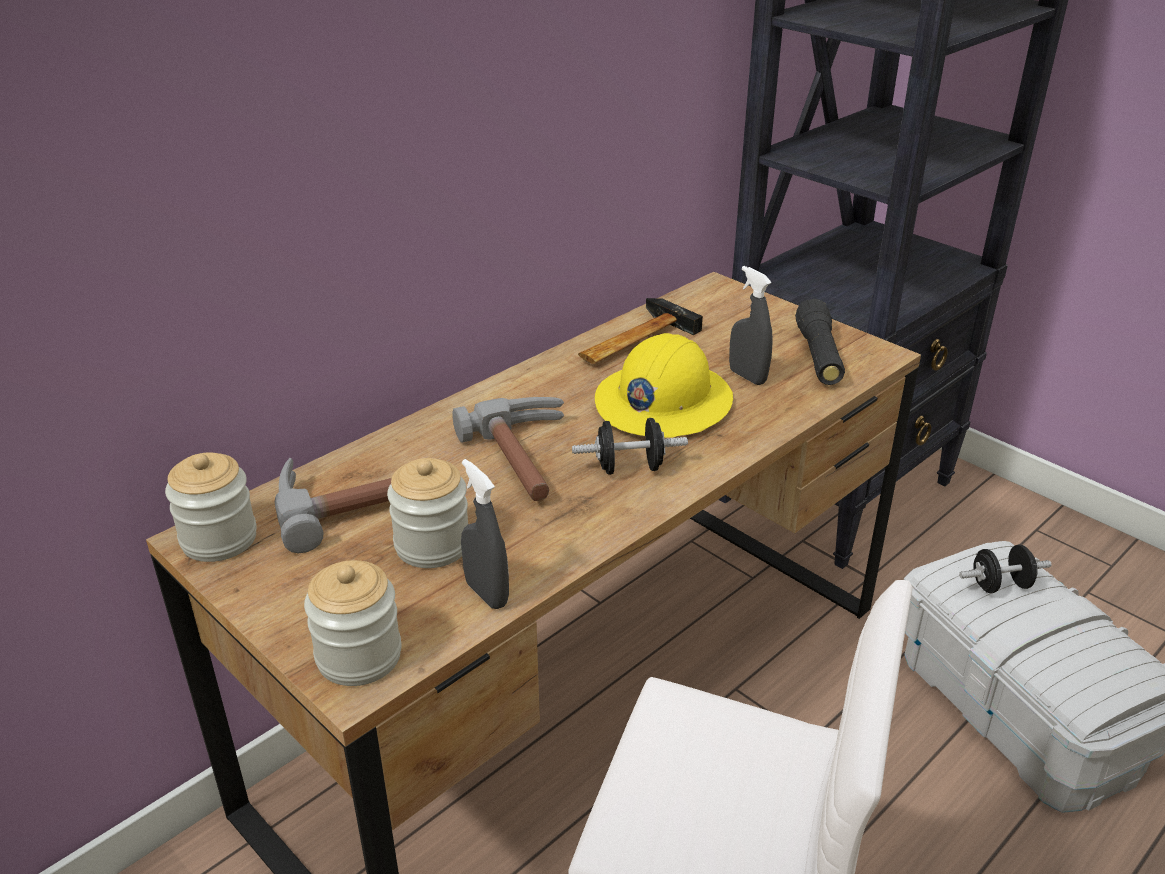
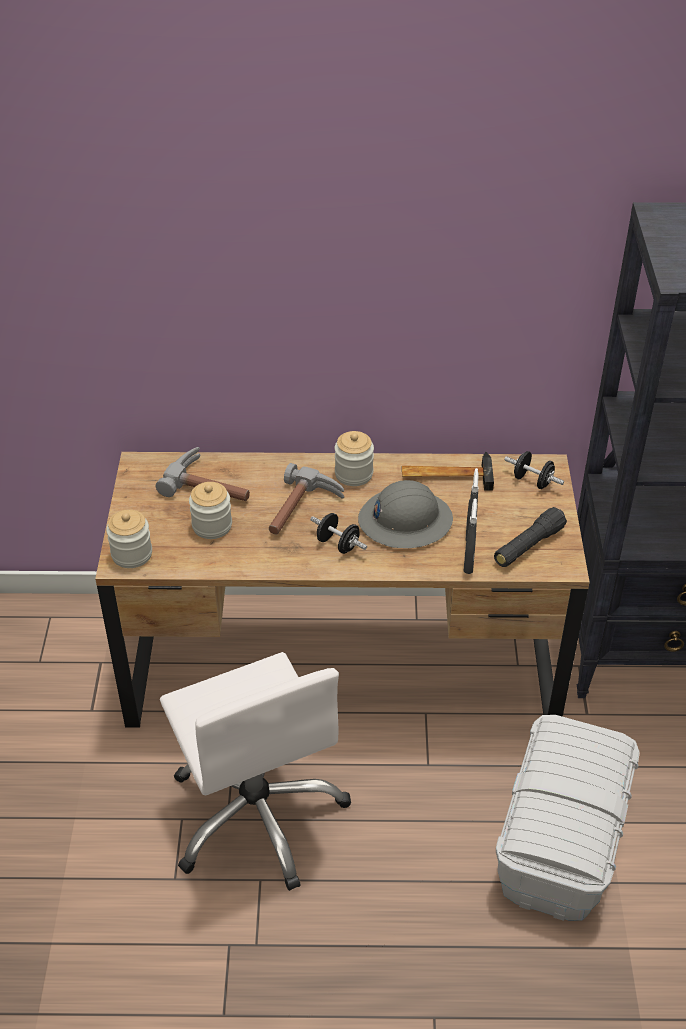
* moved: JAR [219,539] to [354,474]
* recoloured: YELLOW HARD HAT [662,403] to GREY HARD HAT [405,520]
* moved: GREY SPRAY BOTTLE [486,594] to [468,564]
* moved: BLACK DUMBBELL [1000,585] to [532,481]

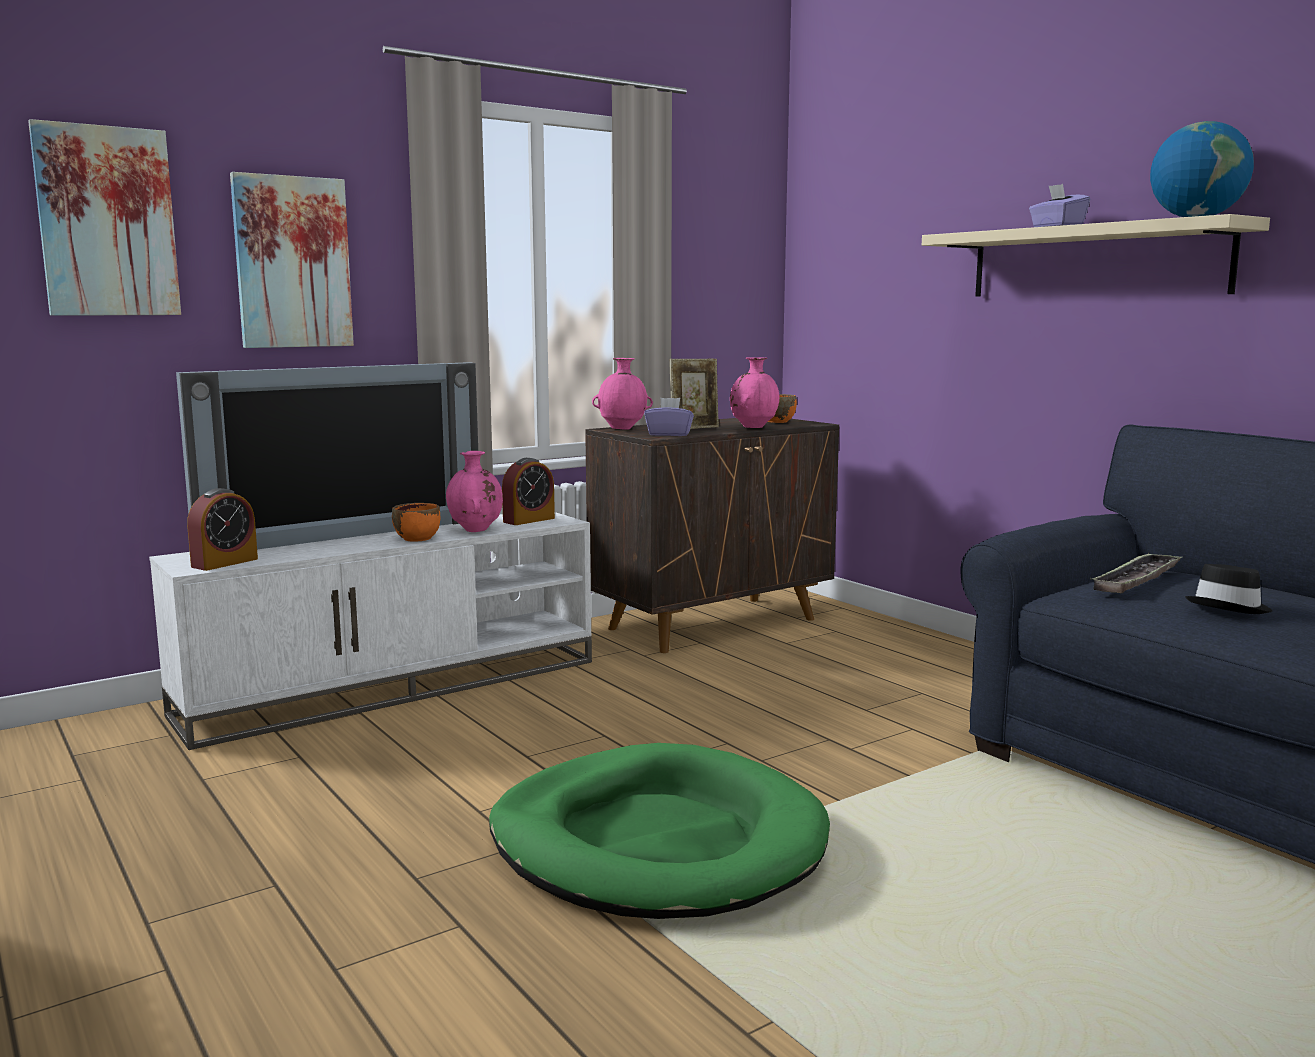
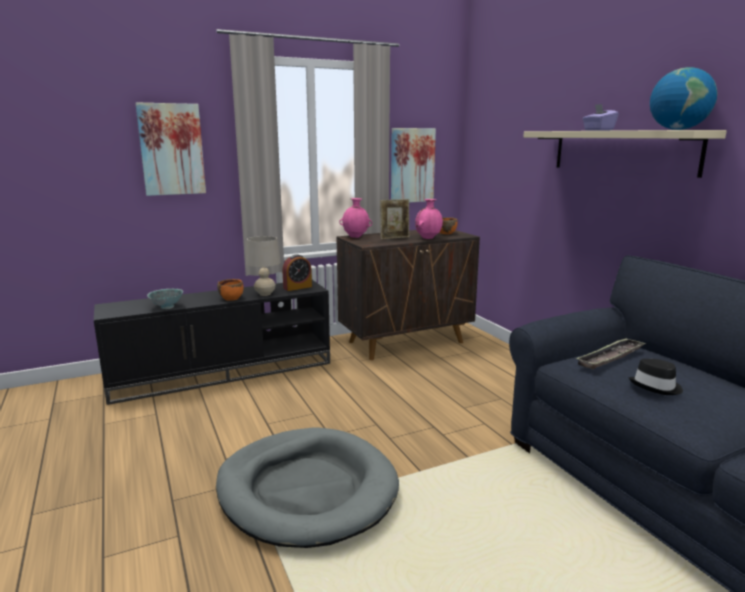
* recoloured: WHITE TV STAND [394,686] to BLACK TV STAND [223,372]
* added: BOWL [167,307]
* recoloured: GREEN DOG BED [657,842] to GREY DOG BED [306,490]
* replaced: PINK VASE [476,530] to BEIGE TABLE LAMP [265,294]
* moved: PICTURE [107,222] to [412,165]
* removed: TELEVISION [342,535]
* removed: ALARM CLOCK [225,563]
* removed: PURPLE TISSUE BOX [669,434]

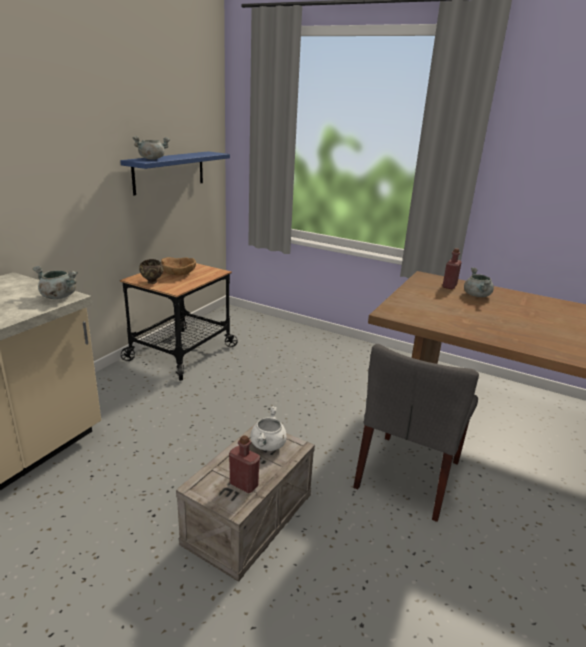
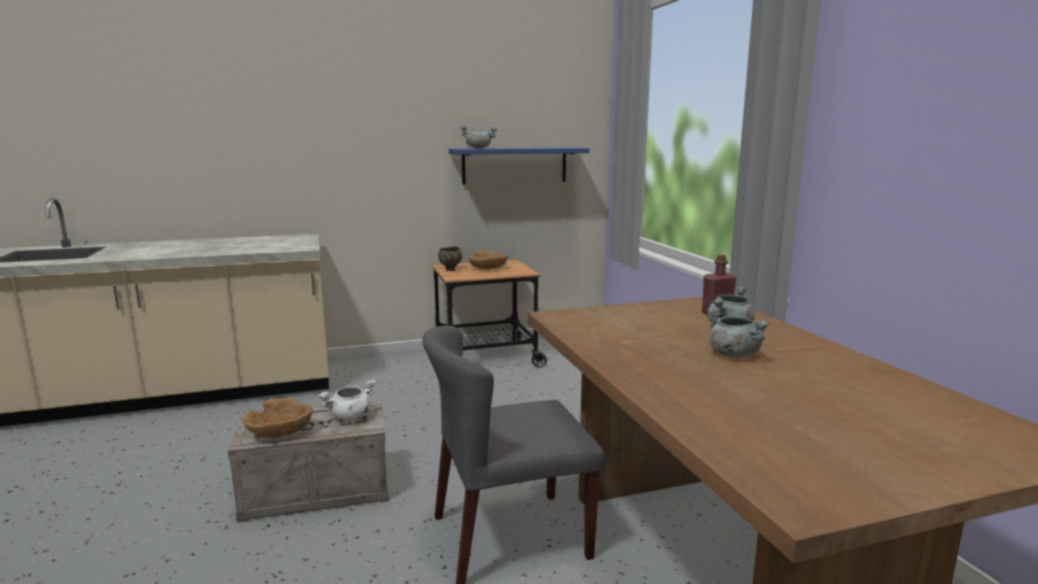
* replaced: RED BOTTLE [244,484] to BROWN BOWL [281,431]
* moved: GREY COOKING POT [57,296] to [732,354]

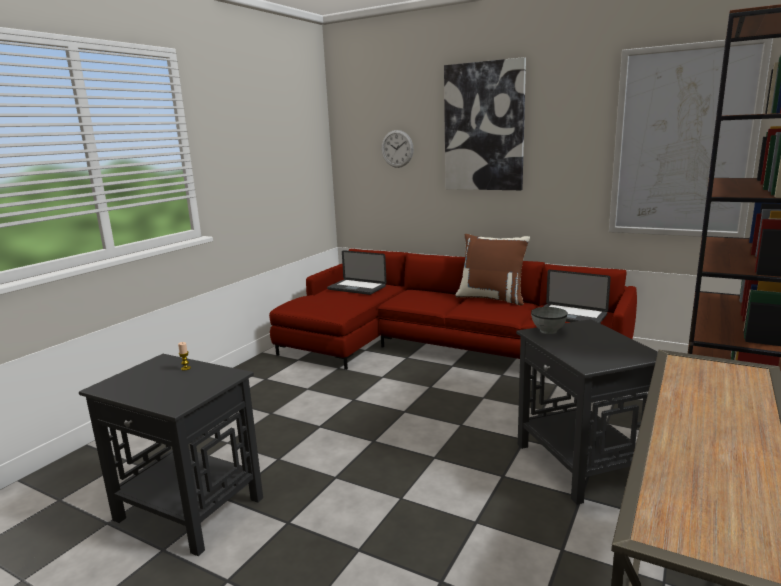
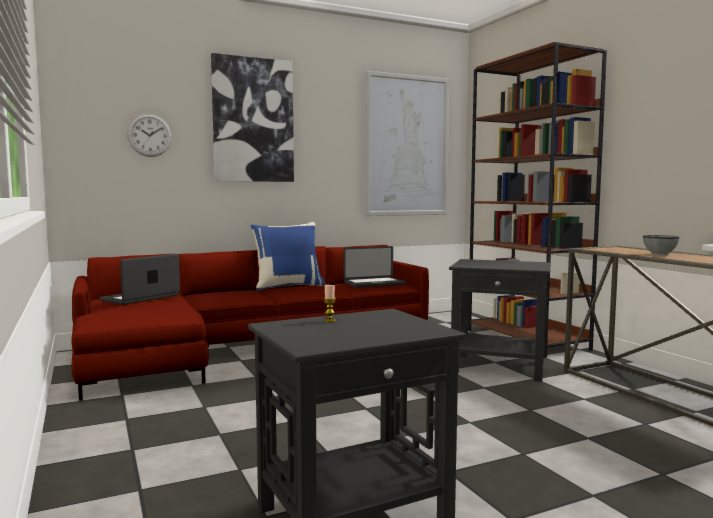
* turned: LAPTOP [356,288] = [140,298] 150 degrees clockwise
* recoloured: BROWN PILLOW [492,298] to BLUE PILLOW [288,286]
* moved: GREY BOWL [548,331] to [660,254]

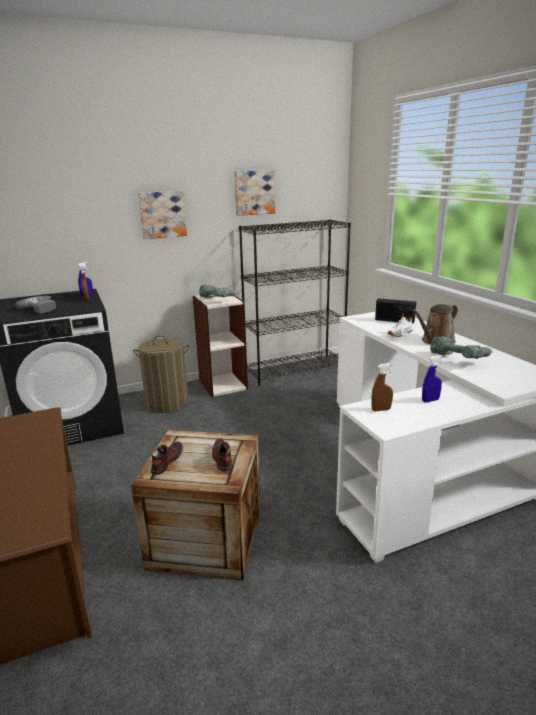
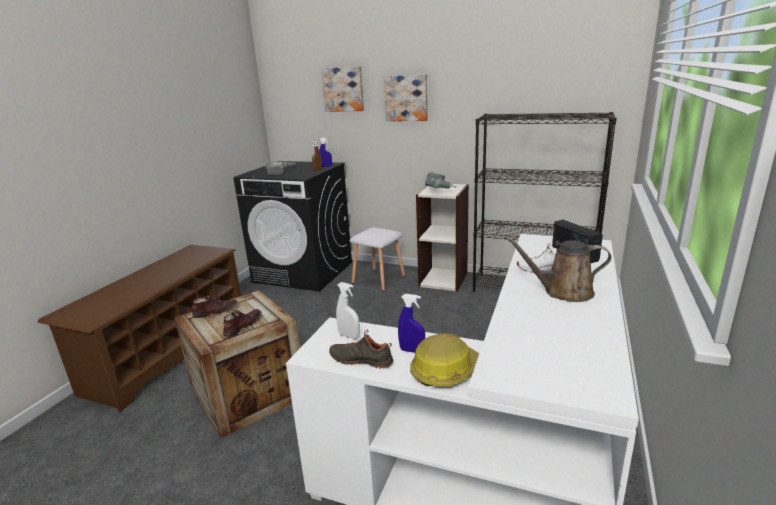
* moved: PICTURE [254,192] to [343,89]
* added: BLACK SHOE [362,360]
* recoloured: BROWN SPRAY BOTTLE [381,409] to WHITE SPRAY BOTTLE [349,336]
* replaced: LAUNDRY BASKET [167,403] to WHITE STOOL [379,279]
* added: HARD HAT [446,372]
* removed: POWER DRILL [460,359]

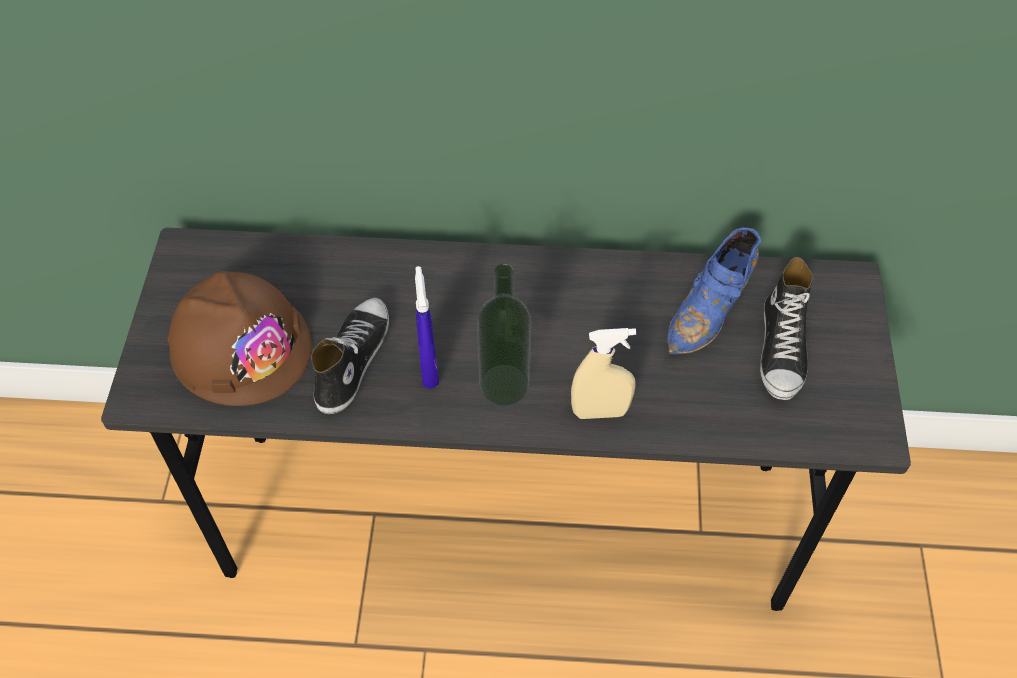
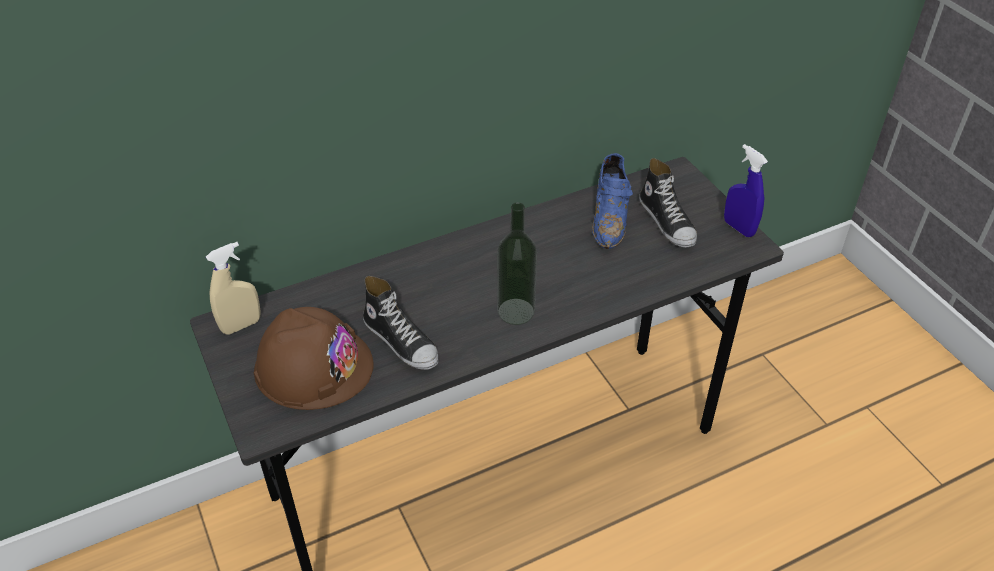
* moved: BEIGE SPRAY BOTTLE [600,412] to [241,325]
* turned: SHOE [352,360] = [401,341] 150 degrees clockwise
* moved: BLUE SPRAY BOTTLE [429,368] to [738,228]

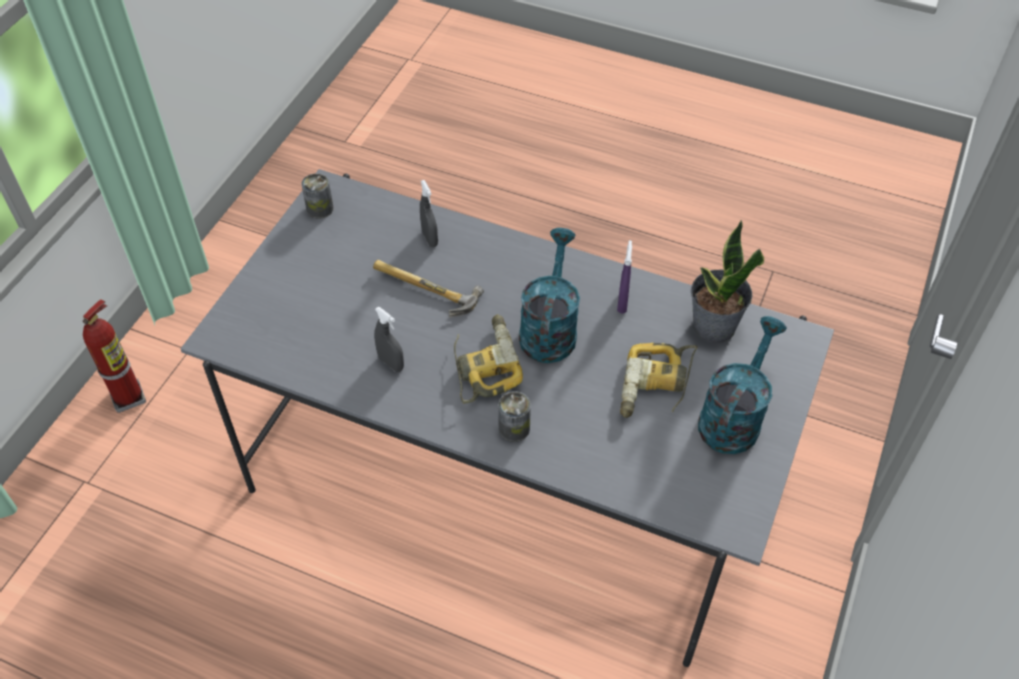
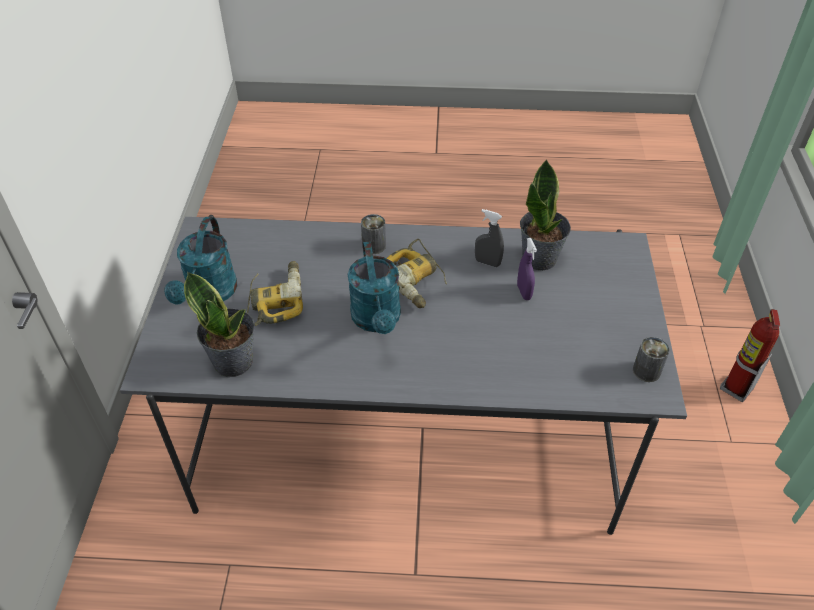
* moved: PURPLE SPRAY BOTTLE [622,303] to [524,292]
* added: POTTED PLANT [540,258]
* removed: HAMMER [423,293]
* removed: GREY SPRAY BOTTLE [430,238]

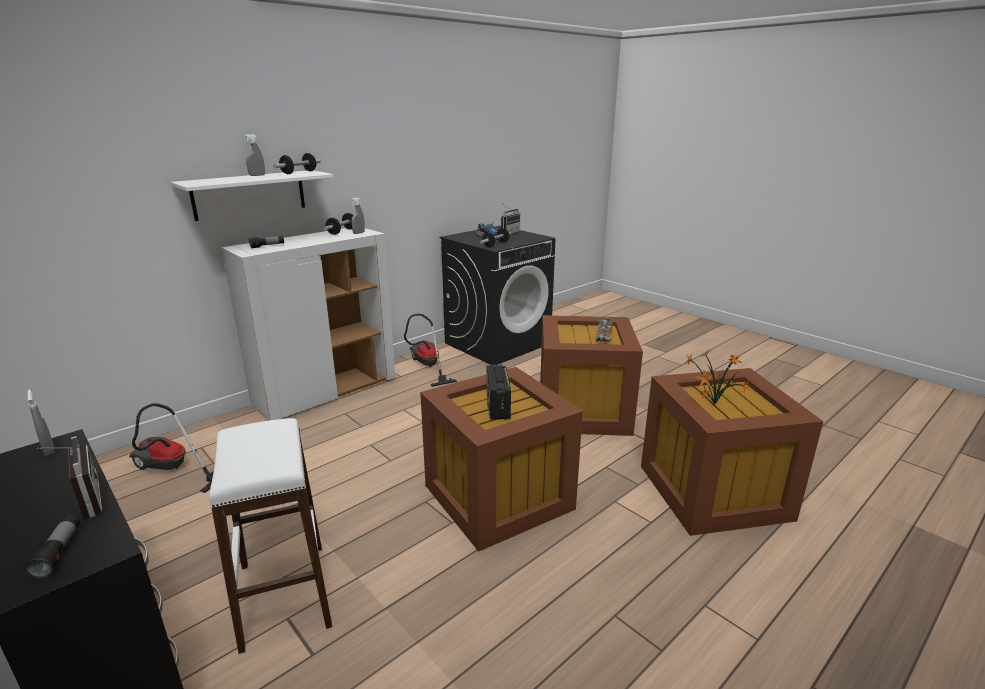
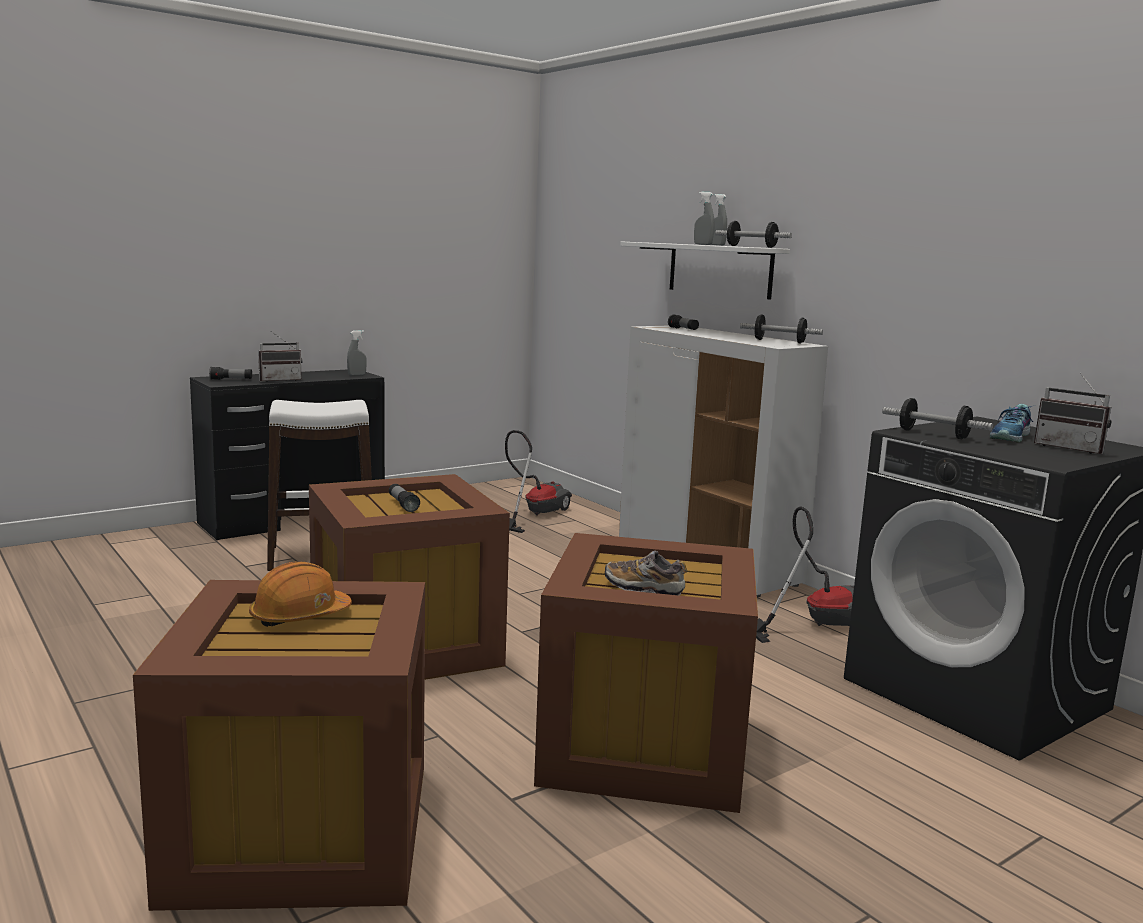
* replaced: POTTED PLANT [713,405] to ORANGE HARD HAT [299,616]
* replaced: RADIO [498,407] to FLASHLIGHT [403,505]
* moved: GREY SPRAY BOTTLE [359,233] to [703,244]

